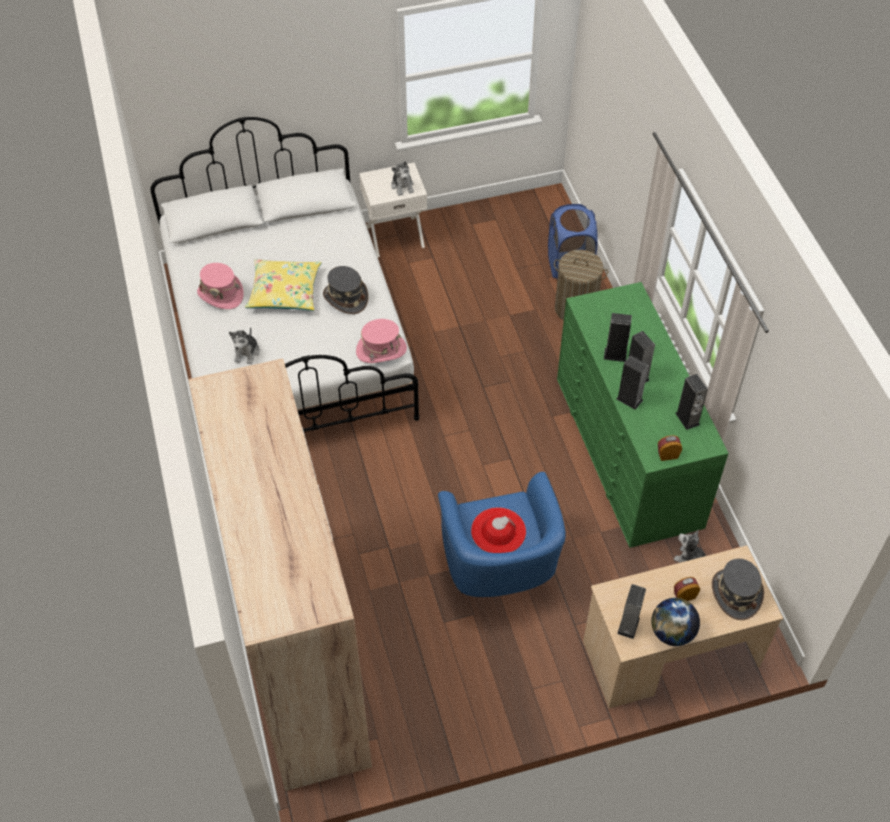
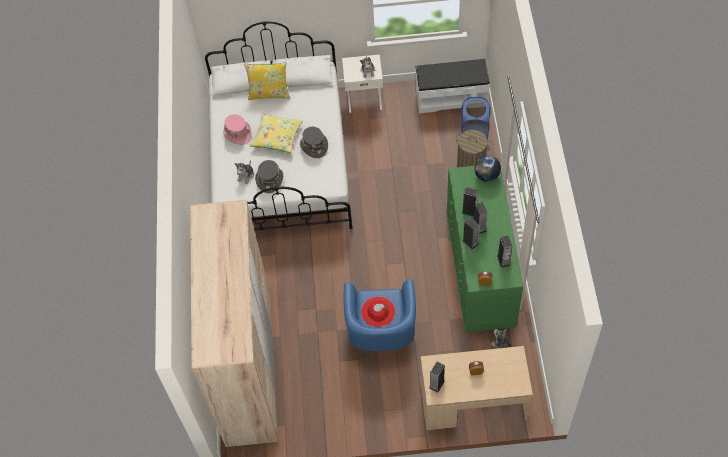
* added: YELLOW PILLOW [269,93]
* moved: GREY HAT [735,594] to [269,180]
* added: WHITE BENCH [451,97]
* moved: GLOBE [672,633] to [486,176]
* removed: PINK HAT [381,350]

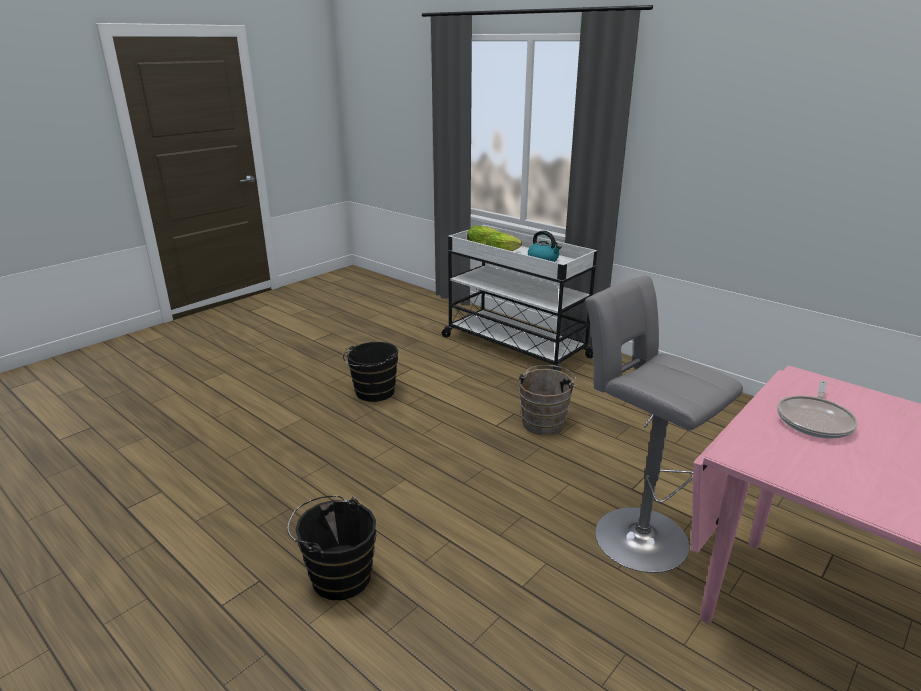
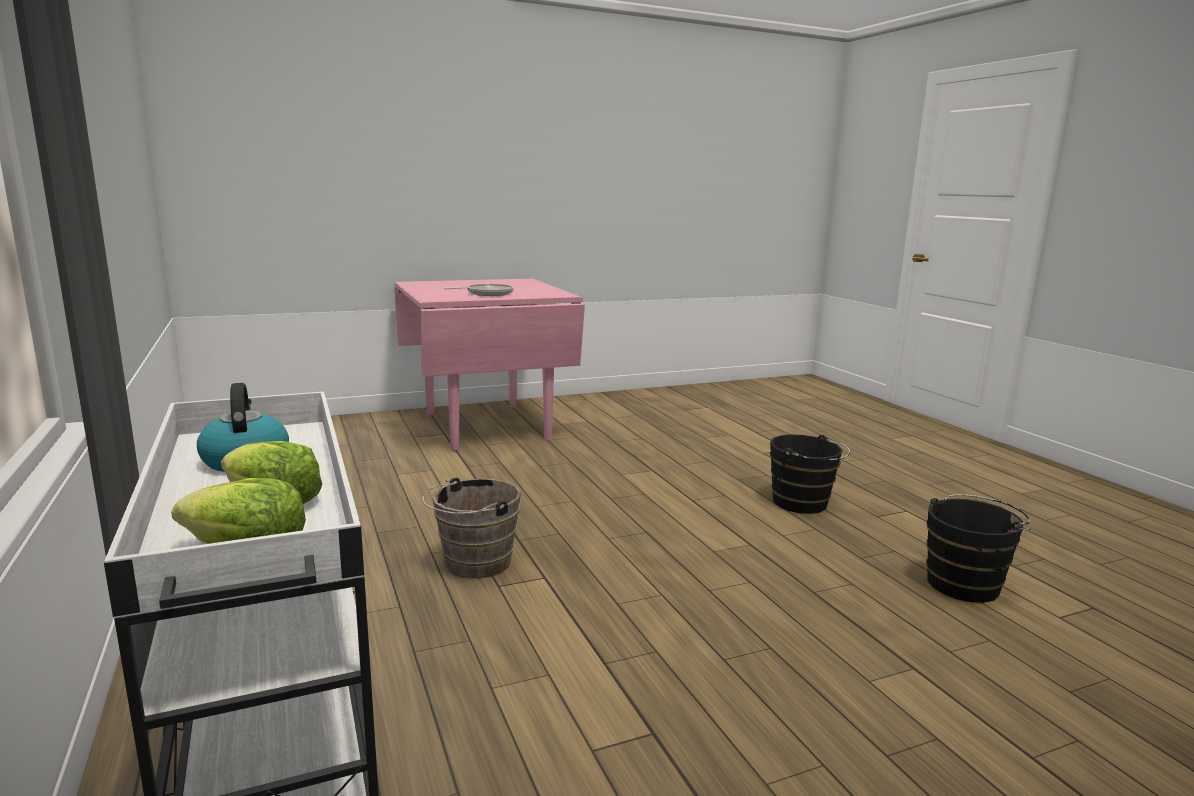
* moved: BLACK BUCKET [373,393] to [965,583]
* removed: GREY STOOL [635,534]

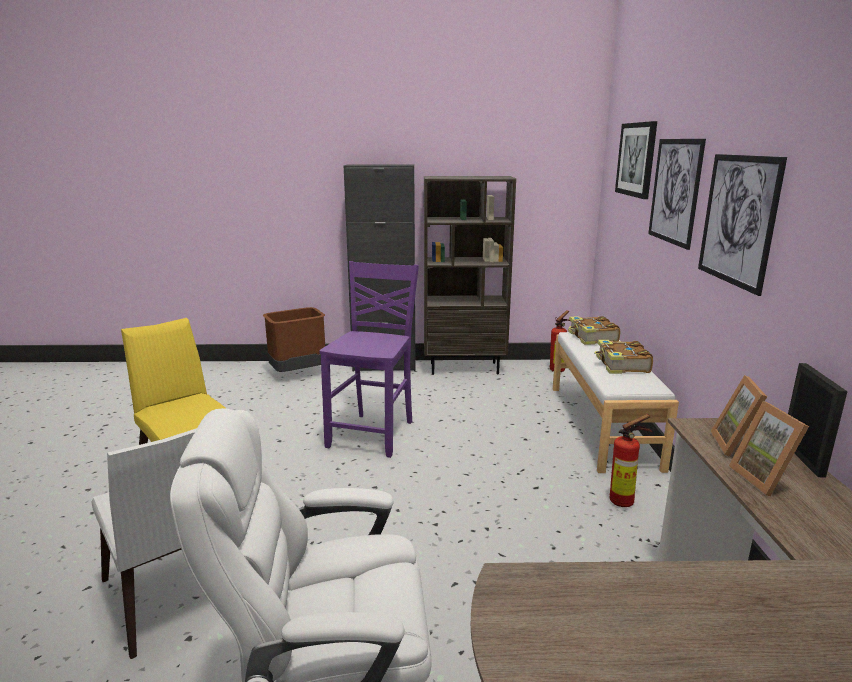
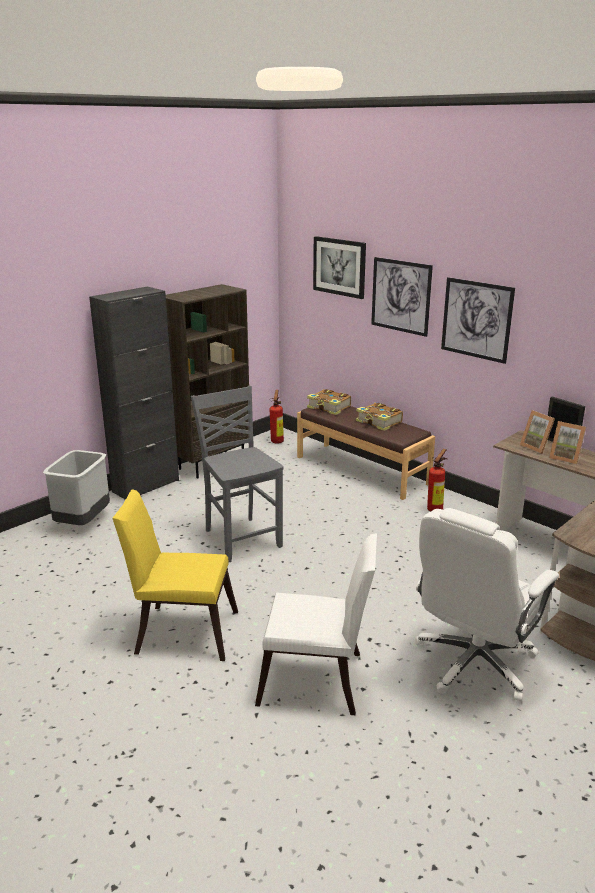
* recoloured: BROWN TRASH CAN [298,373] to GREY TRASH CAN [83,522]
* recoloured: PURPLE CHAIR [374,434] to GREY CHAIR [241,538]
* recoloured: WHITE BENCH [603,425] to BROWN BENCH [362,470]

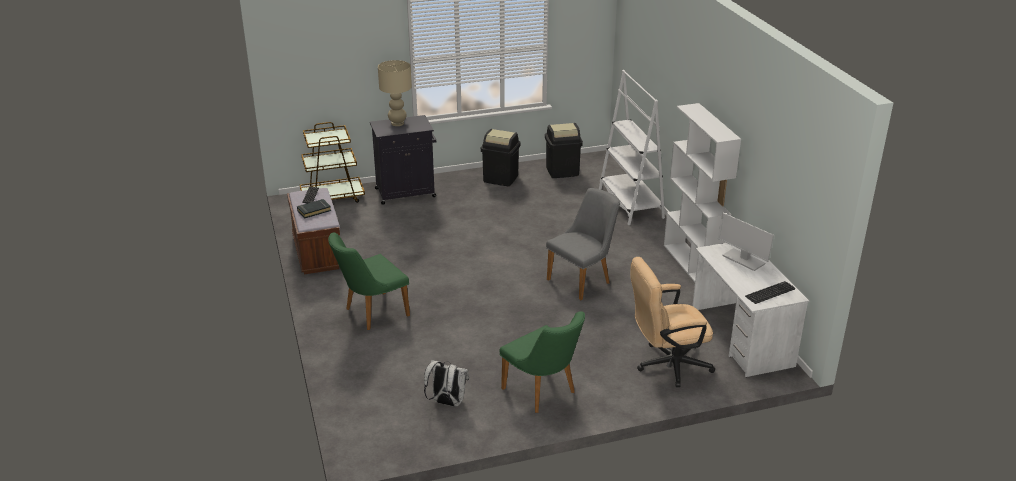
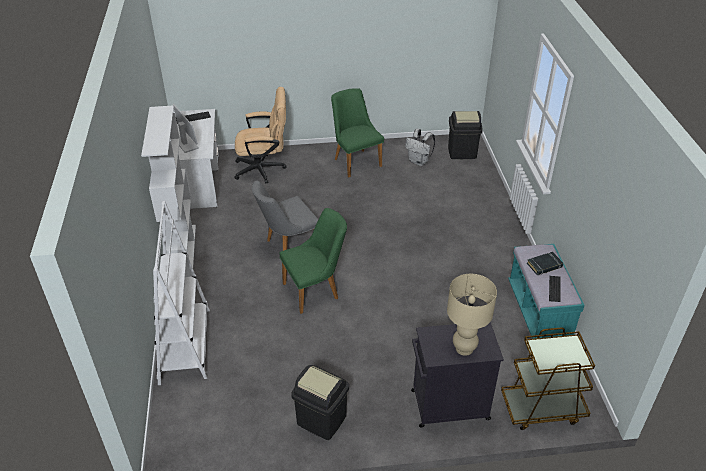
* moved: GREEN CHAIR [371,313] to [316,290]
* moved: BLACK TRASH CAN [562,171] to [462,152]
* recoloured: BROWN BENCH [317,252] to TURQUOISE BENCH [539,311]

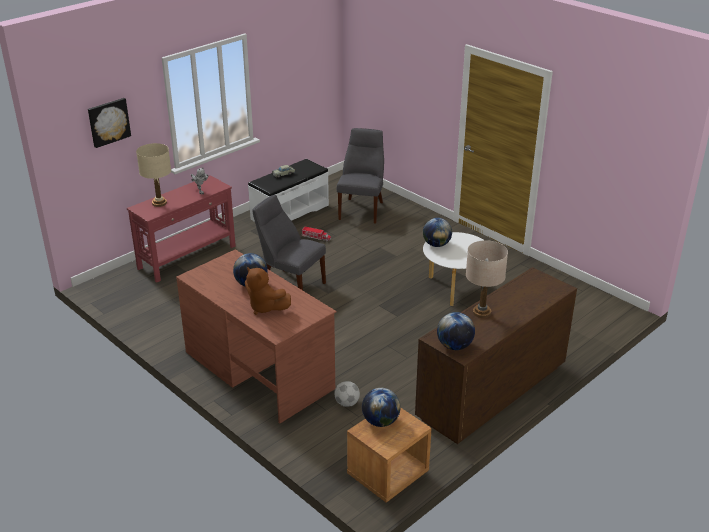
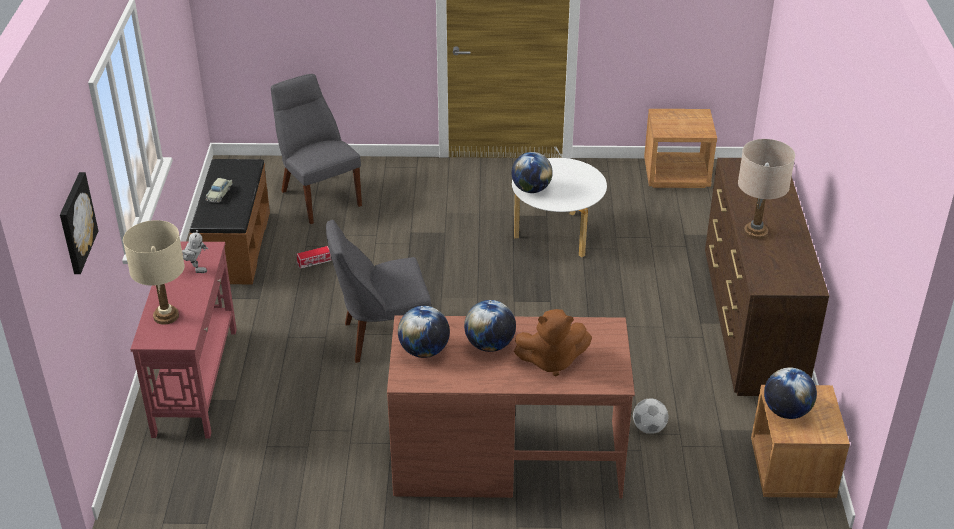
* recoloured: WHITE BENCH [289,212] to BROWN BENCH [234,247]
* moved: GLOBE [454,346] to [424,351]
* added: BROWN NIGHTSTAND [676,174]

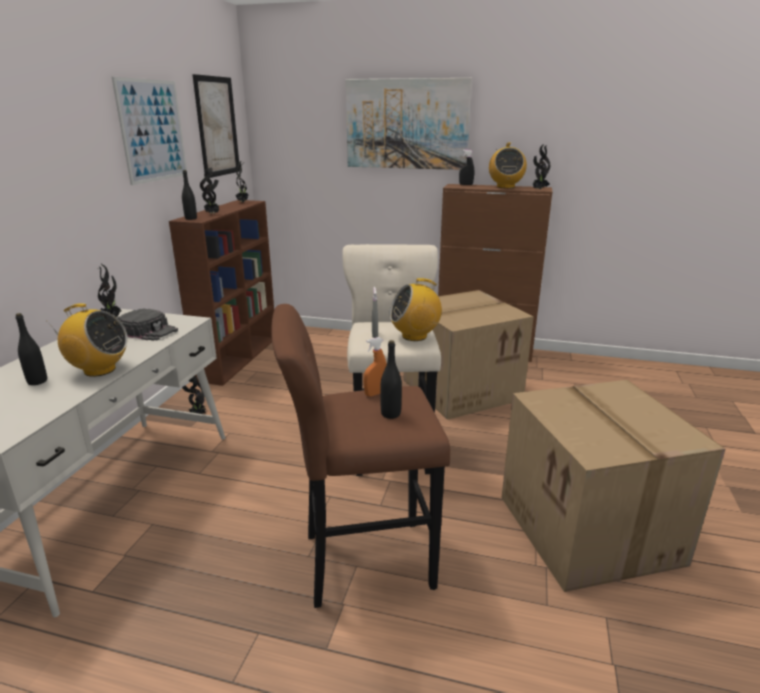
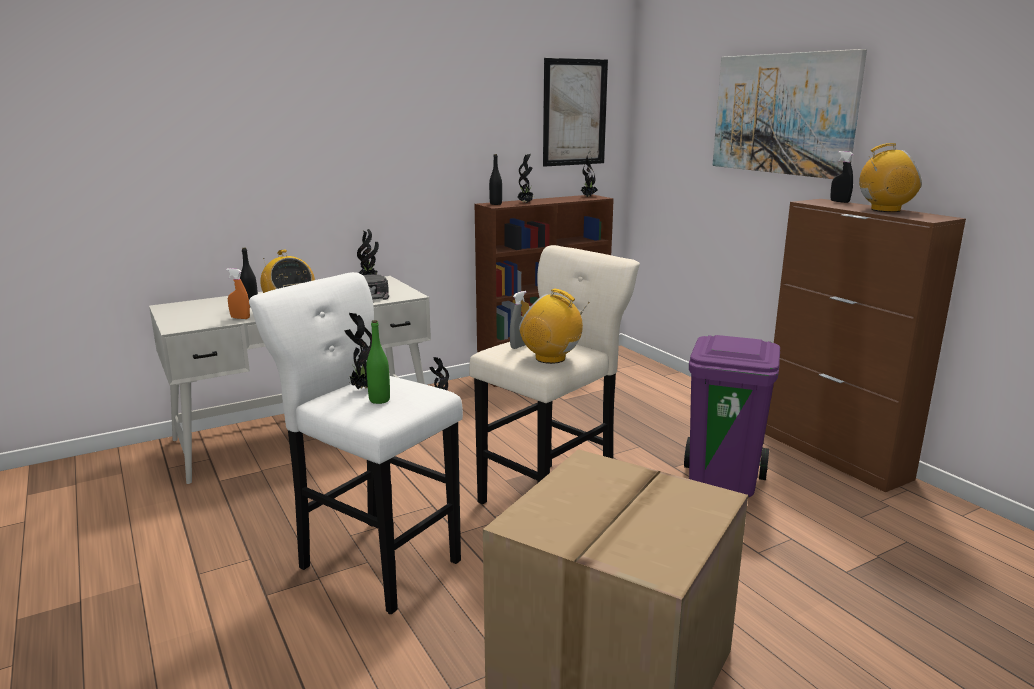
* moved: ORANGE SPRAY BOTTLE [375,393] to [240,318]
* recoloured: BROWN STOOL [360,561] to WHITE STOOL [375,561]
* moved: POTTED PLANT [539,189] to [362,388]
* recoloured: BLACK BOTTLE [390,414] to GREEN BOTTLE [379,400]
* replaced: CARDBOARD BOX [461,388] to PURPLE TRASH CAN [724,480]
* turned: RADIO [505,187] = [885,210] 135 degrees counterclockwise
* removed: PICTURE [152,131]

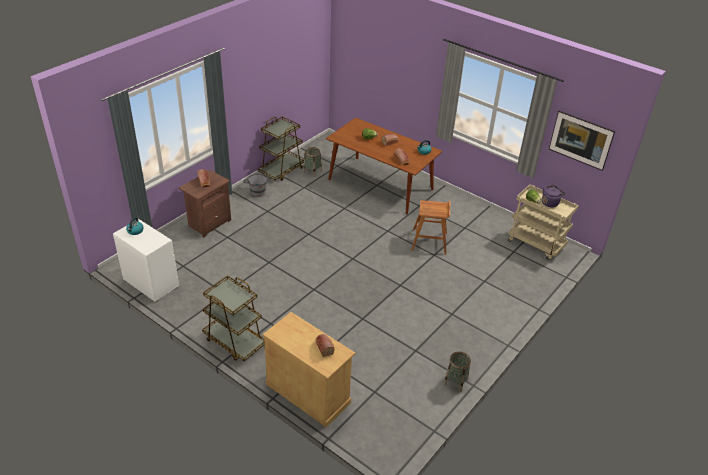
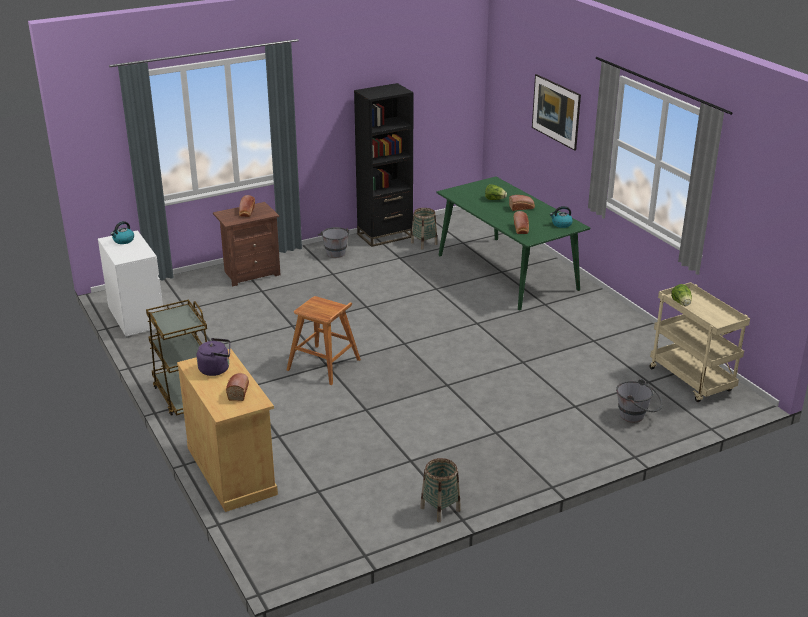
* moved: PURPLE KETTLE [550,203] to [216,369]
* moved: BROWN STOOL [429,242] to [324,365]
* replaced: BROWN CART [282,170] to BLACK BOOKCASE [385,236]
* recoloured: BROWN DINING TABLE [380,184] to GREEN DINING TABLE [506,272]
* moved: PICTURE [578,149] to [555,125]
* added: GREY BUCKET [637,417]

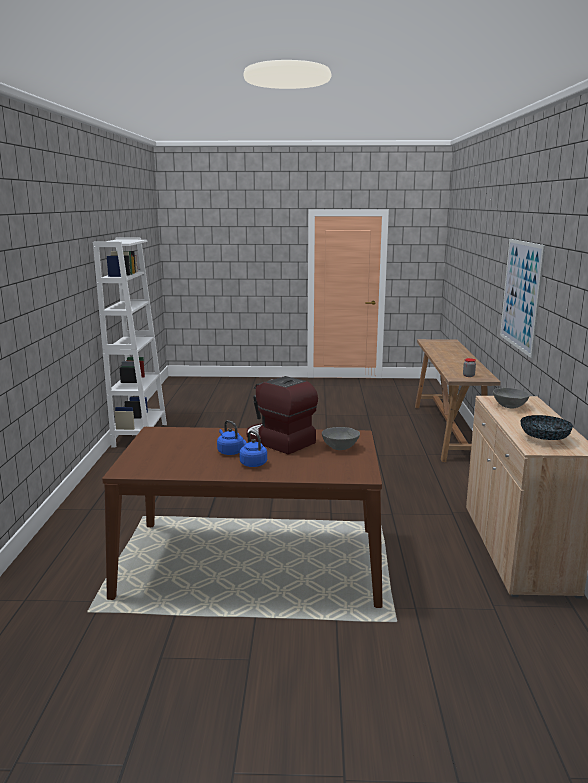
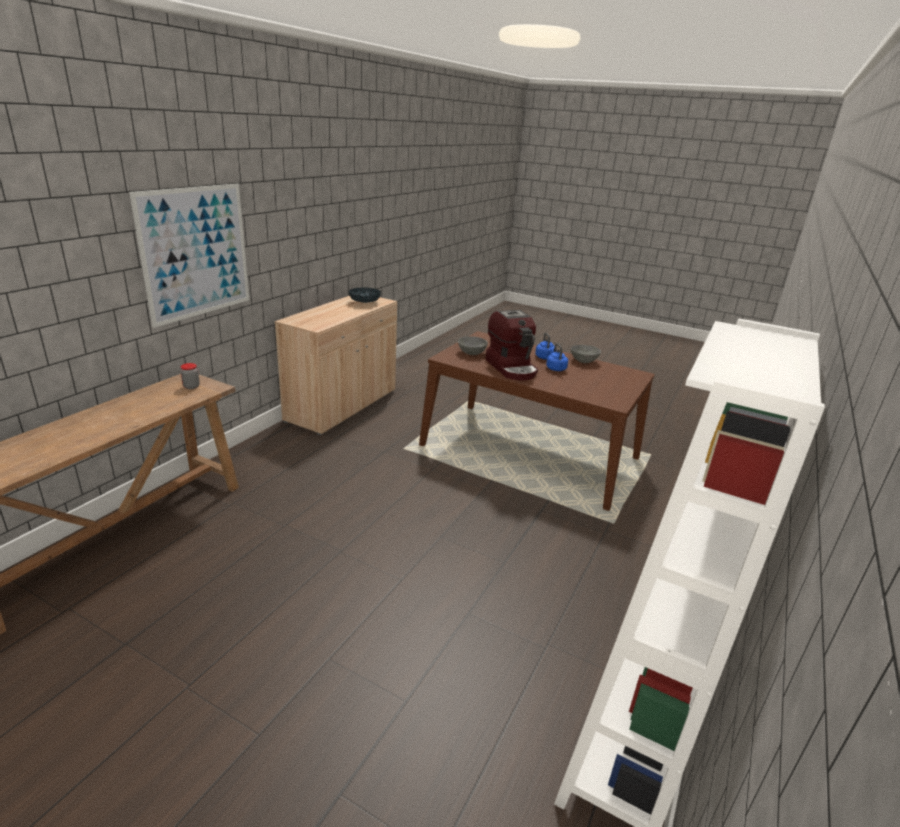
* moved: GREY BOWL [509,406] to [583,361]

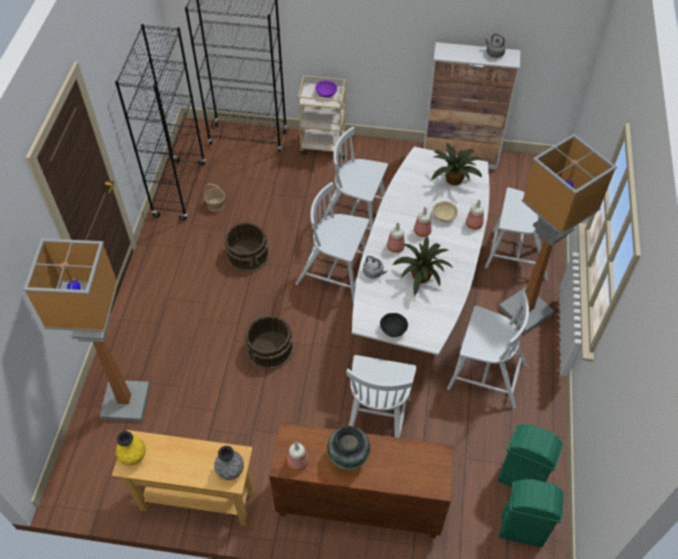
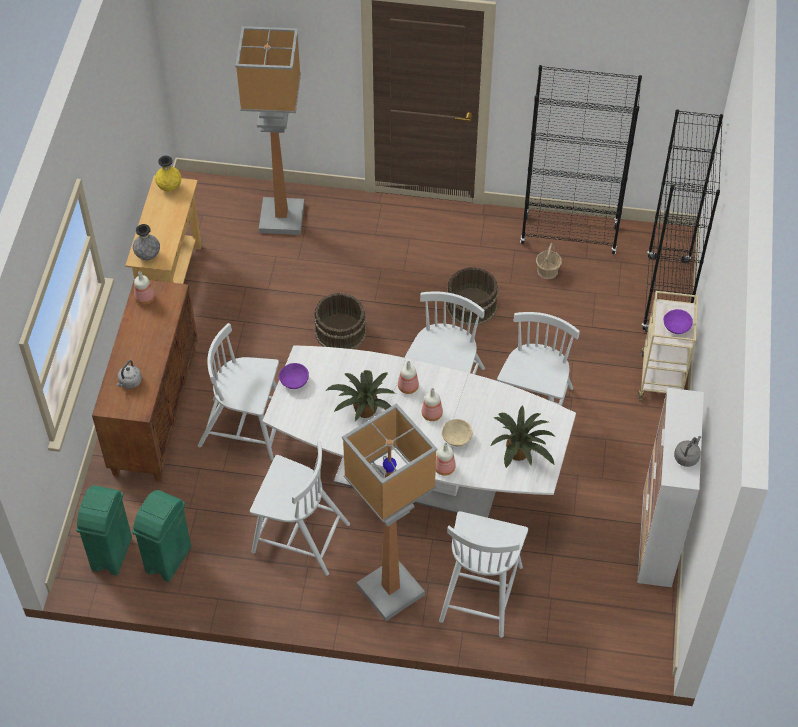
* moved: GREY KETTLE [374,272] to [129,382]
* turned: WHITE CHAIR [485,375] = [299,537] 90 degrees counterclockwise
* recoloured: BLACK BOWL [393,329] to PURPLE BOWL [294,381]
* removed: VASE [348,457]

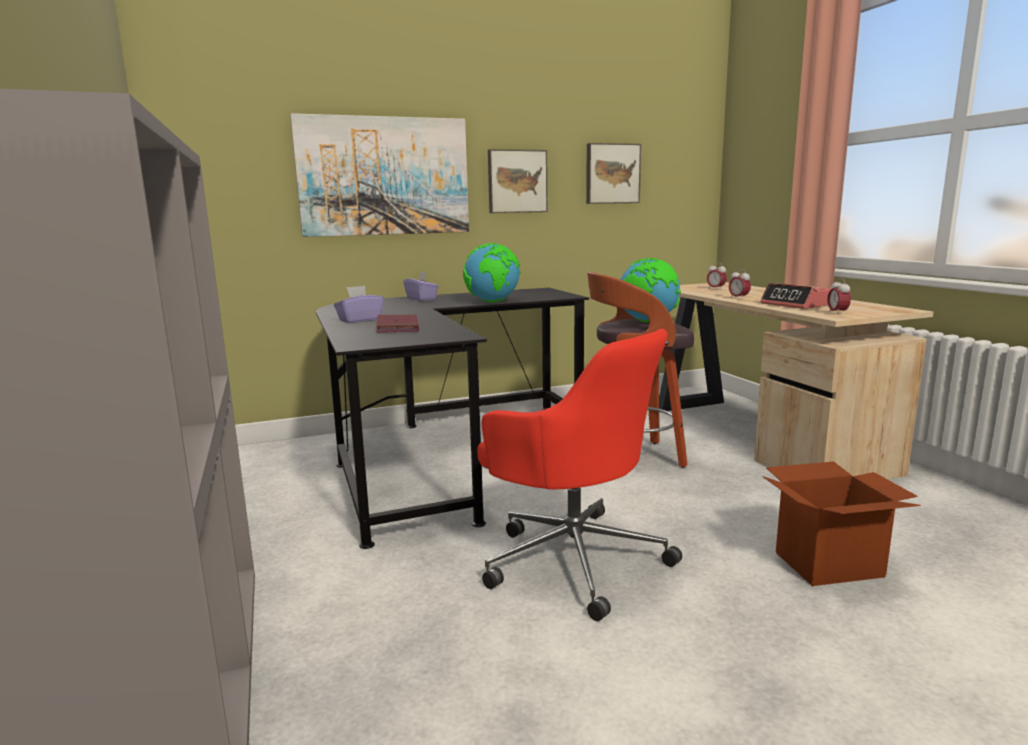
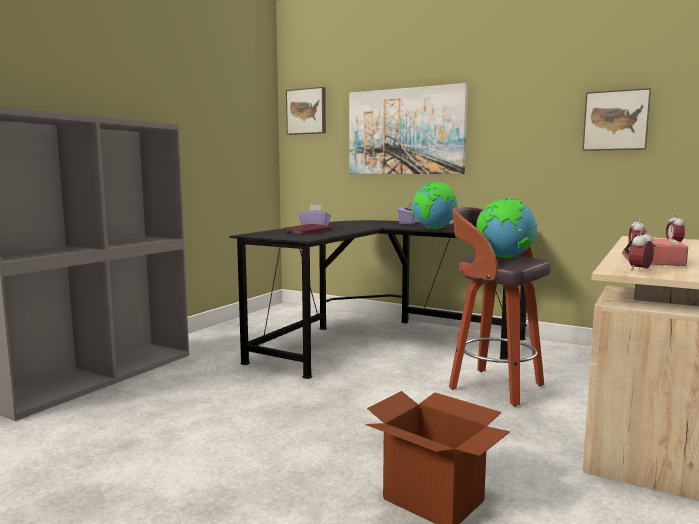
* moved: PICTURE [517,181] to [307,111]
* removed: RED OFFICE CHAIR [573,558]

